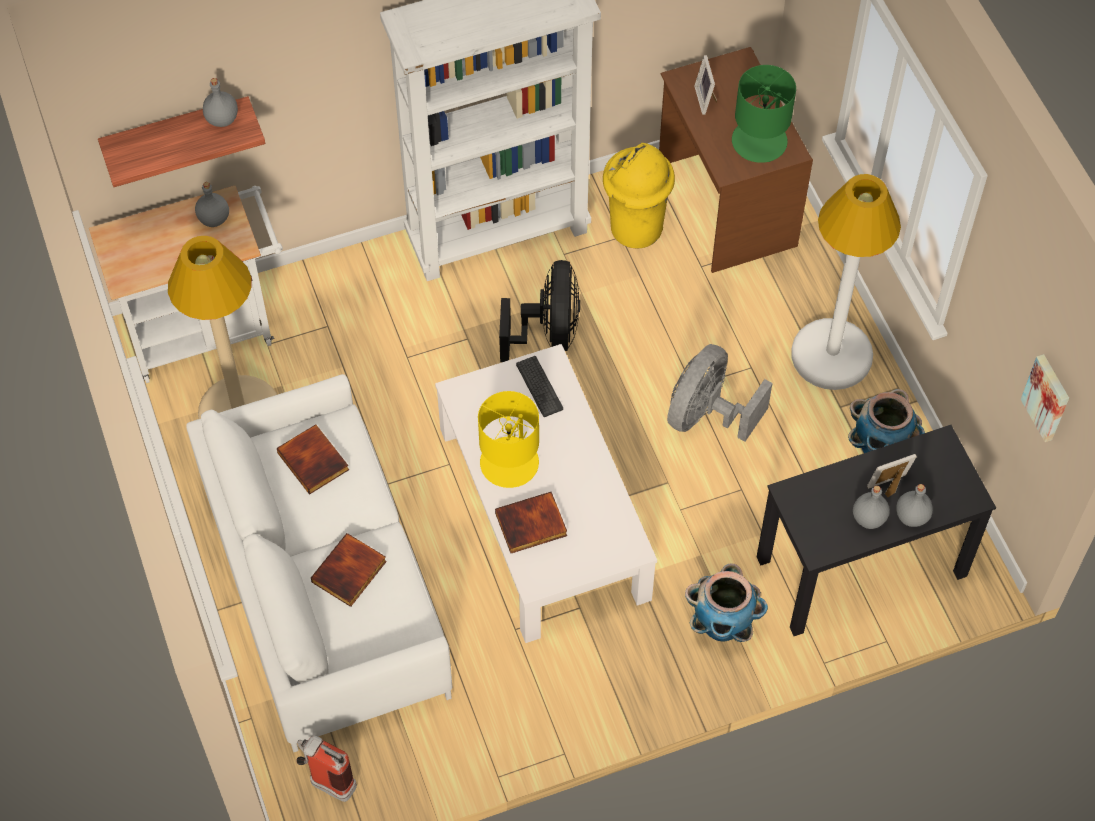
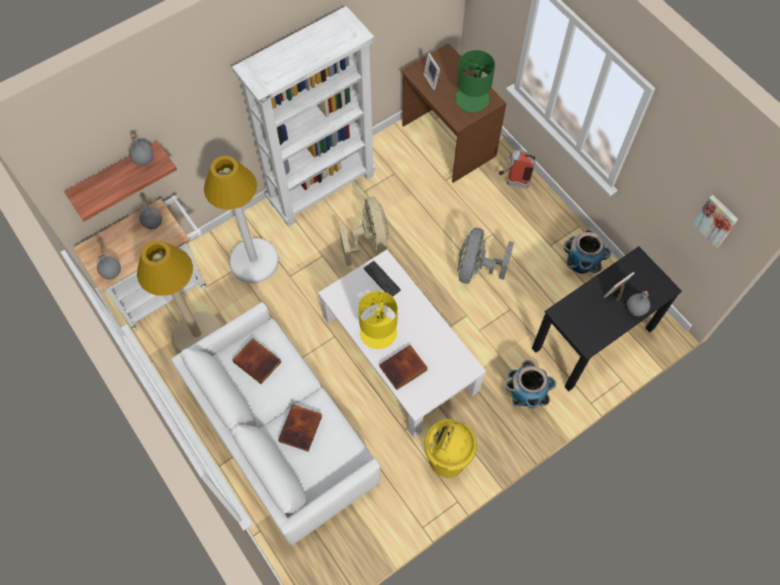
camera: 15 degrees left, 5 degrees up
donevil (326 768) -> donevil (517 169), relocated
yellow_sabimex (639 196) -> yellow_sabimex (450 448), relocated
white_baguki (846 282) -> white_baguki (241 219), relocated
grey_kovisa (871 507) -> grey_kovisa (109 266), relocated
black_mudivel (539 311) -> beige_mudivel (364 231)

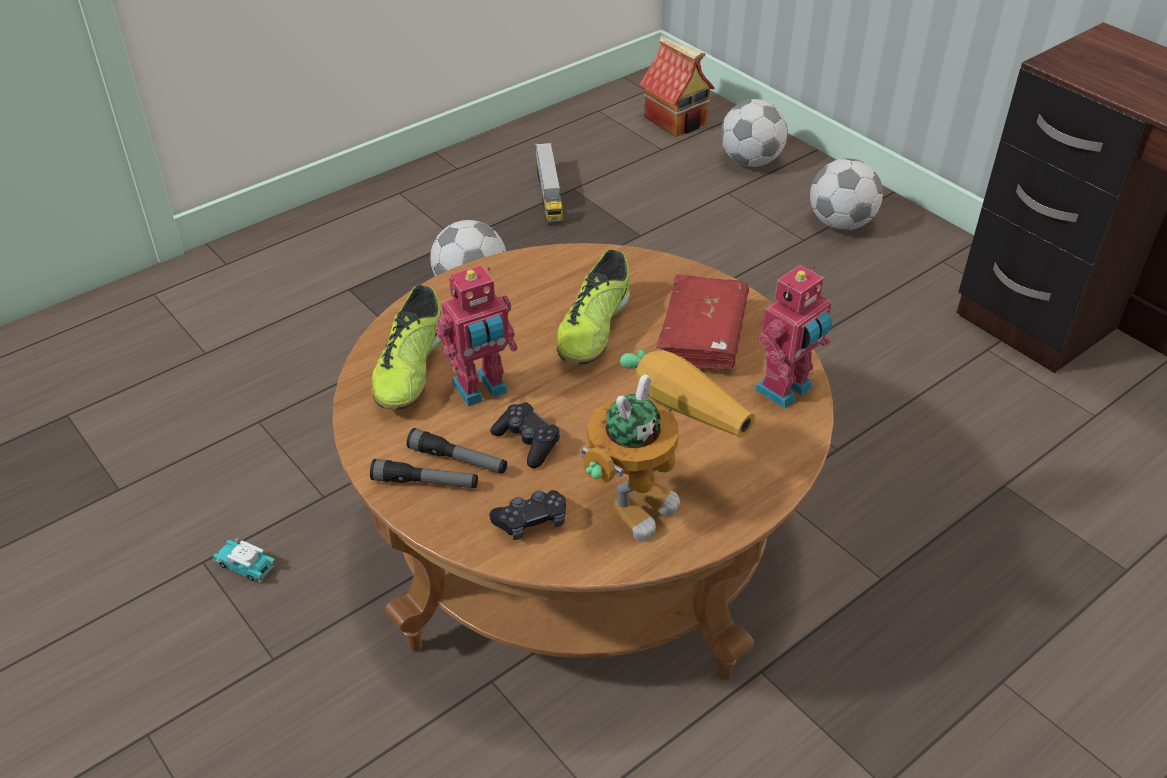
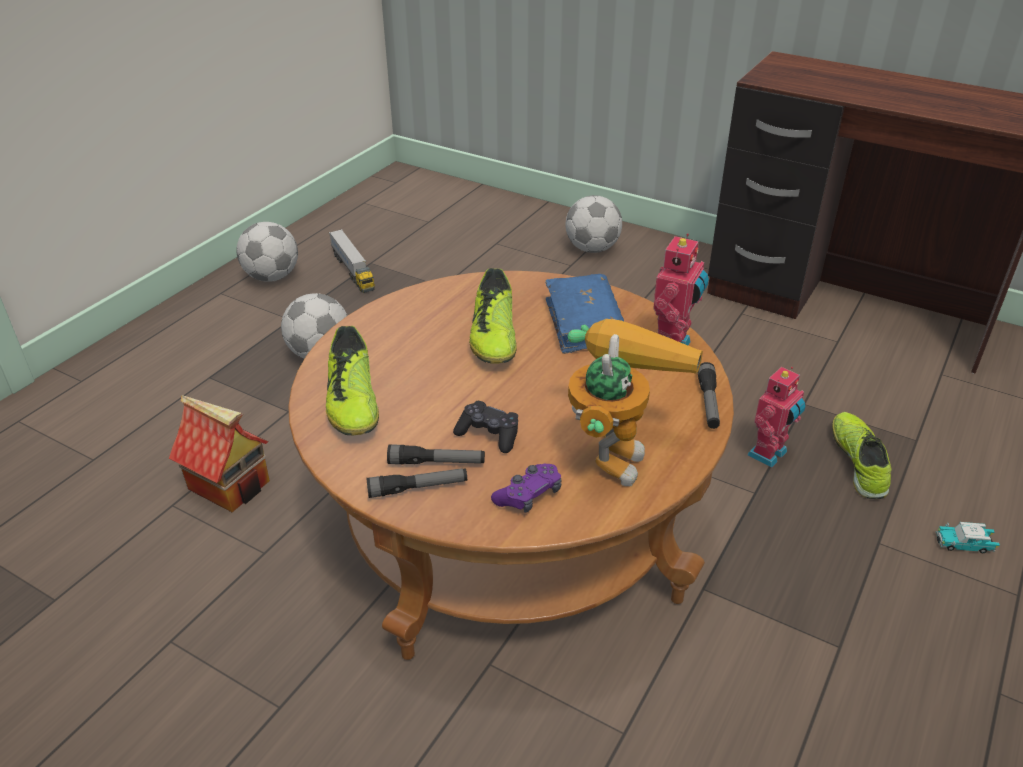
camera: 20 degrees left, 5 degrees down
none -> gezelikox (709 395)
none -> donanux (862 455)
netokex (244 560) -> netokex (968 537), relocated
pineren (477 335) -> pineren (776 417), relocated
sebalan (677 86) -> sebalan (219 453), relocated
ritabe (754 133) -> ritabe (267 252), relocated
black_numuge (527 515) -> purple_numuge (526 488)
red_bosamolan (702 322) -> blue_bosamolan (584 314)

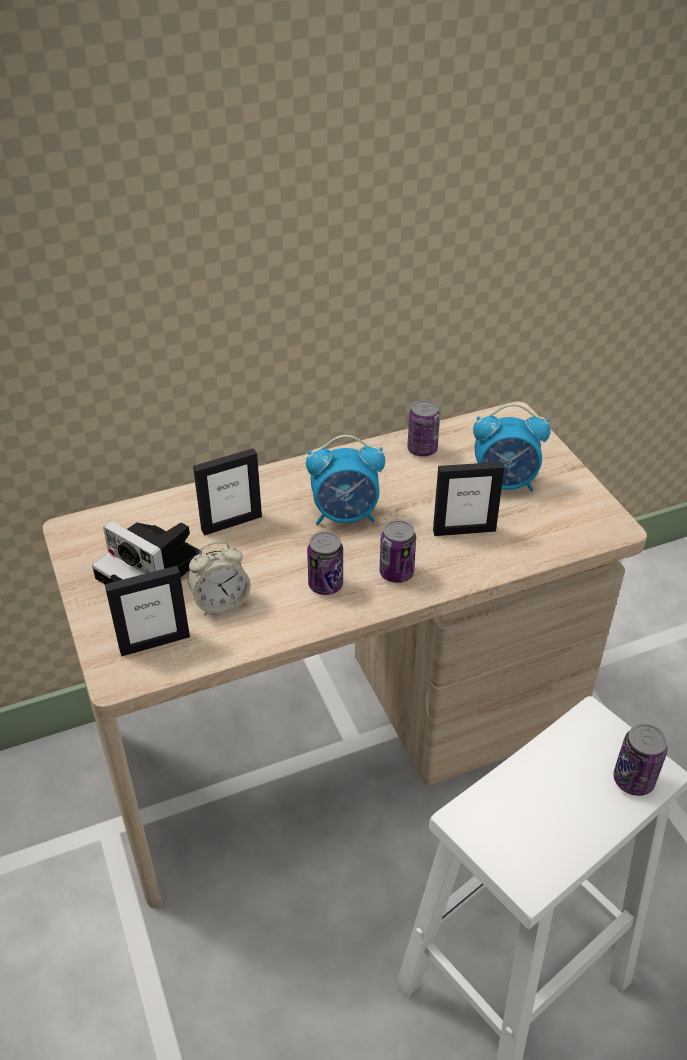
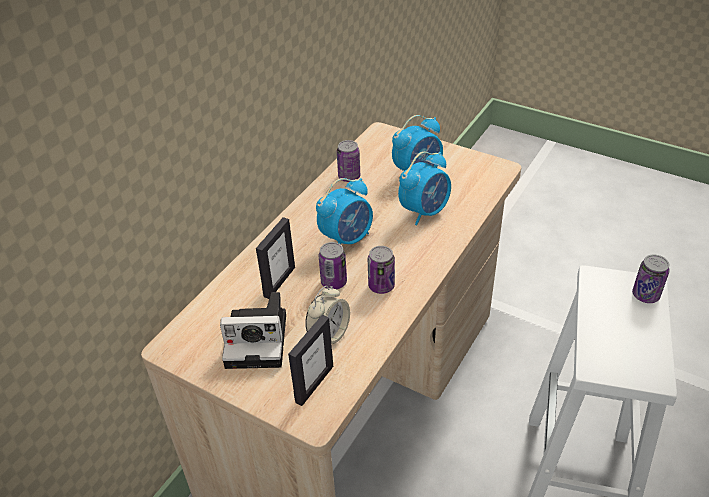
camera: 35 degrees left, 0 degrees up
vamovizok (397 551) -> vamovizok (333 266), relocated
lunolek (468 499) -> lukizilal (424 188)

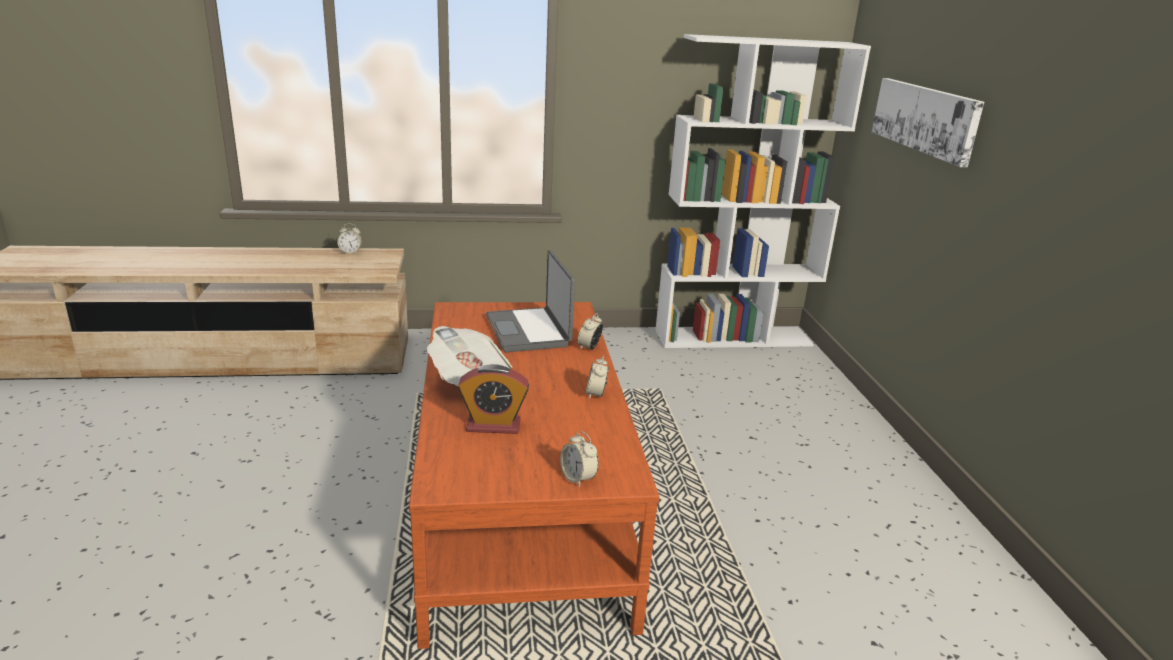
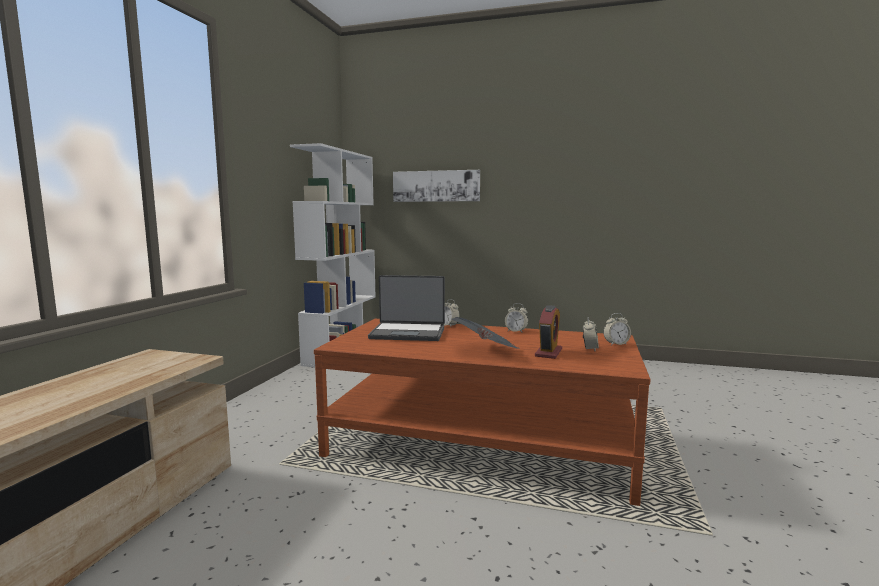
camera: 65 degrees left, 15 degrees down
lukizilal (349 239) -> lukizilal (591 334), relocated

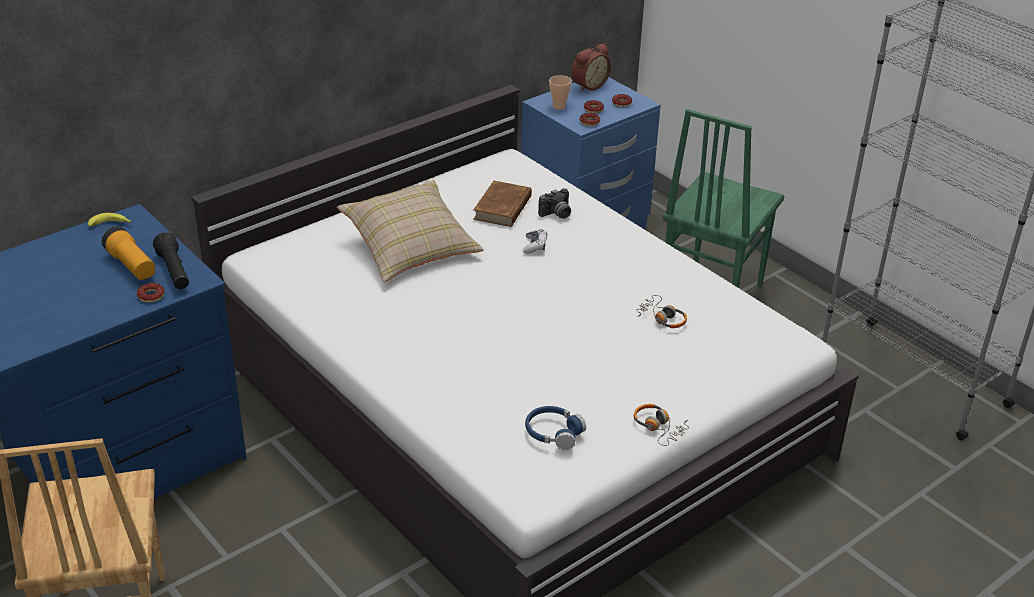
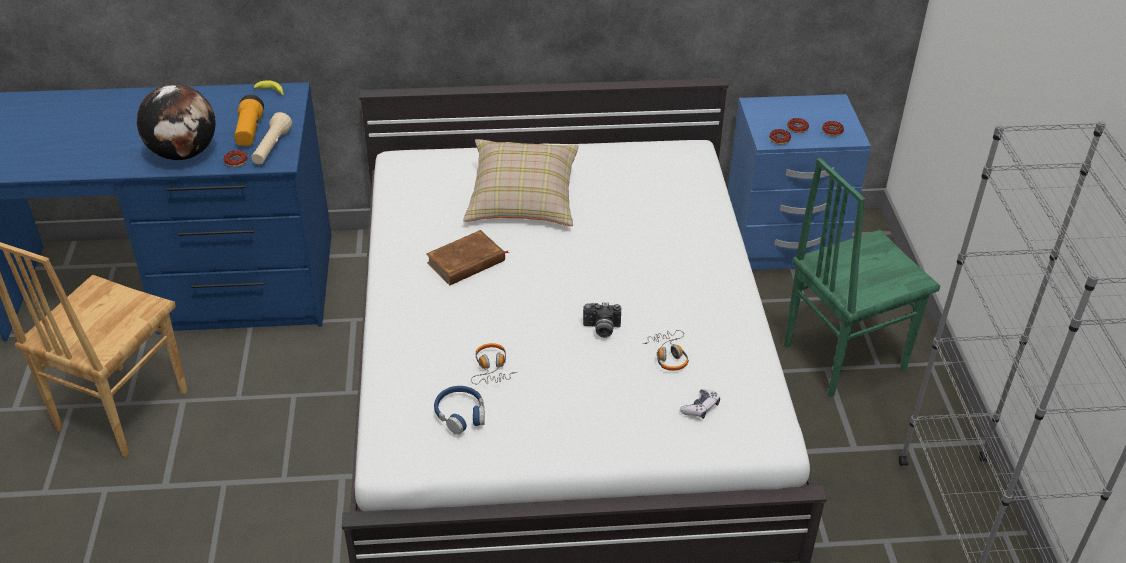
camera: 35 degrees right, 5 degrees up
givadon (560 92) -> none
lukizilal (591 68) -> none
none -> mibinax (176 122)
brown_bosamolan (502 204) -> brown_bosamolan (467 257), relocated
numuge (535 241) -> numuge (700 404), relocated
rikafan (554 203) -> rikafan (602 320), relocated
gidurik (661 425) -> gidurik (494 363), relocated
black_gezelikox (171 260) -> beige_gezelikox (271 138)

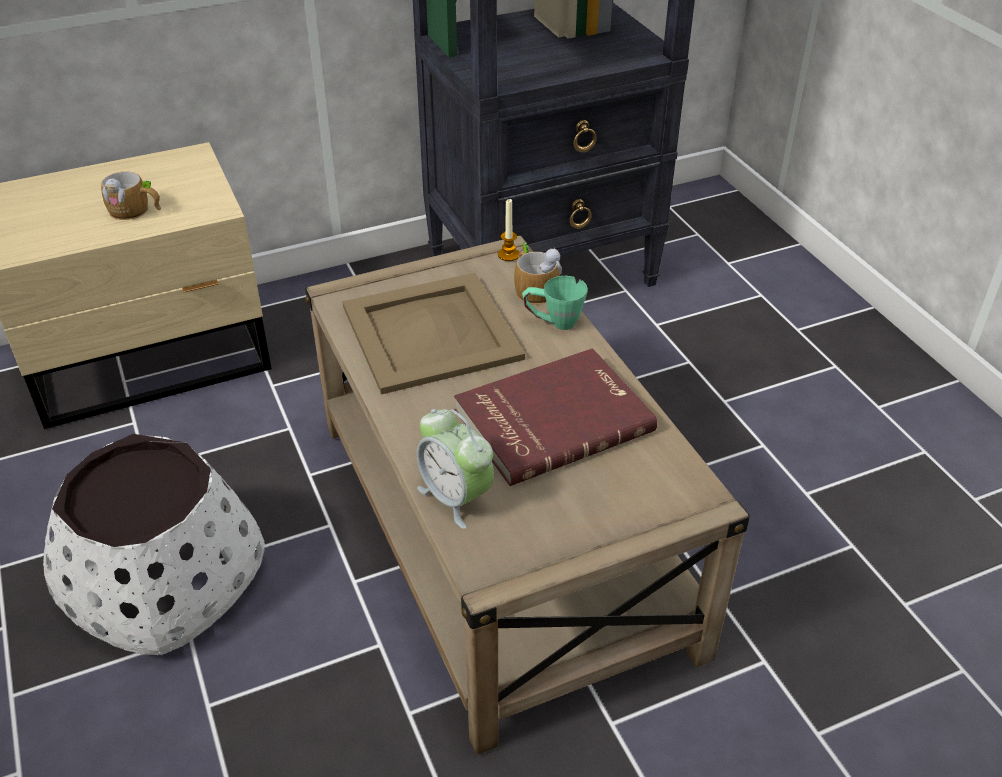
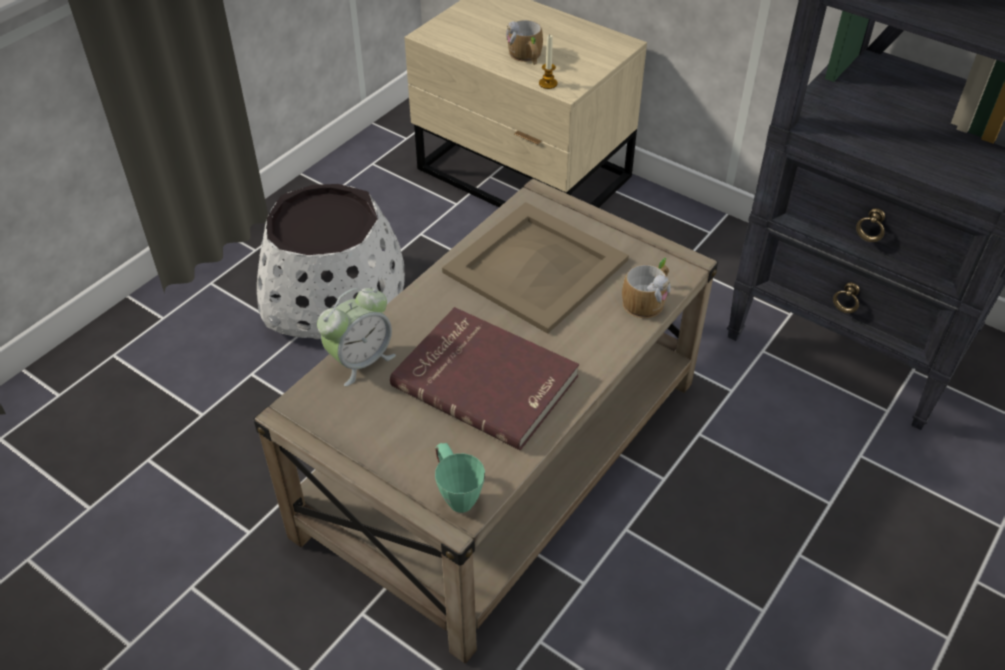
camera: 60 degrees right, 5 degrees up
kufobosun (509 230) -> kufobosun (548 62), relocated
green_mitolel (555 303) -> green_mitolel (460 478), relocated
lukizilal (455 469) -> lukizilal (356 337), 150 degrees counterclockwise

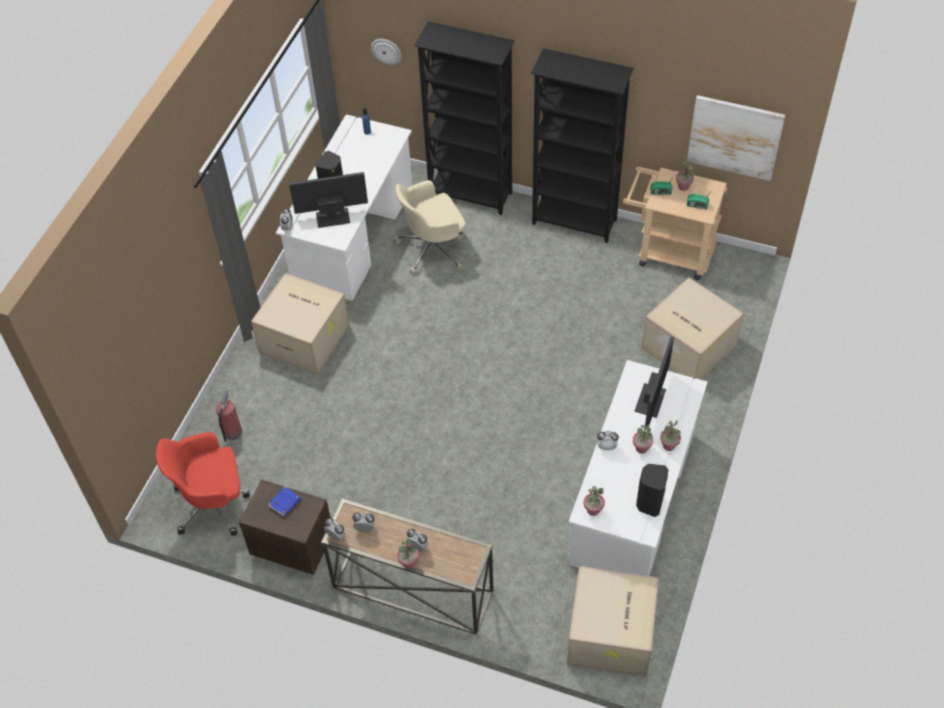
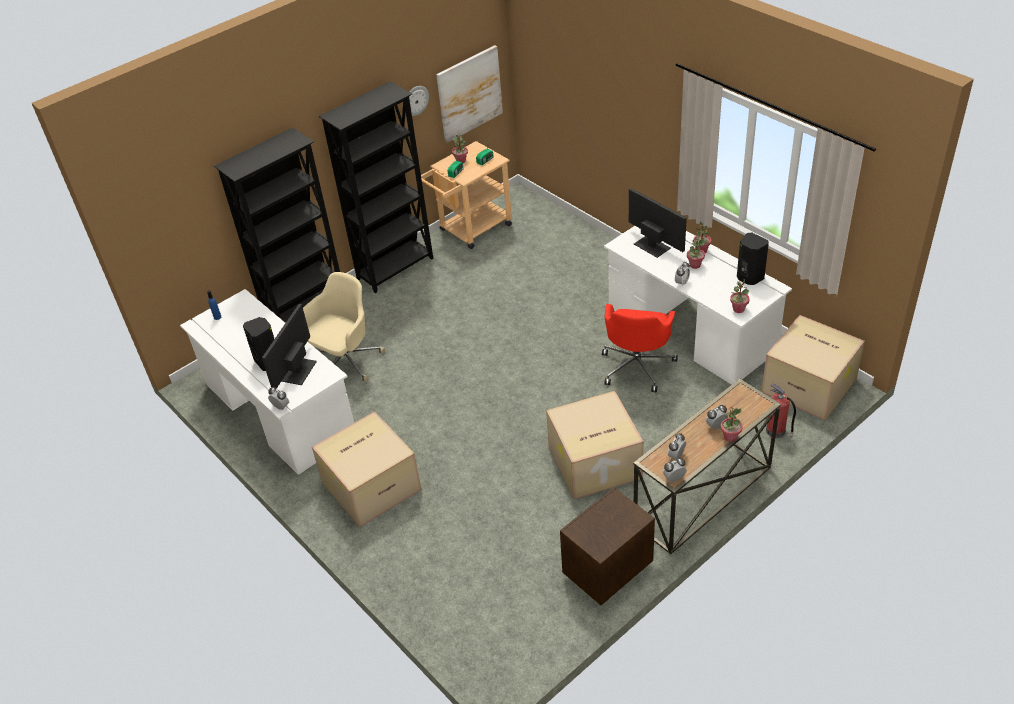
camera: 60 degrees left, 10 degrees down
blue_bosamolan (284 502) -> none
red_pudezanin (203 484) -> red_pudezanin (640 348), relocated
donevil (229 418) -> donevil (781 410), relocated
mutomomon (386 52) -> mutomomon (419 101), relocated
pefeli (692 329) -> pefeli (595 445), relocated
beige_pudezanin (430 227) -> beige_pudezanin (344 327), 150 degrees counterclockwise

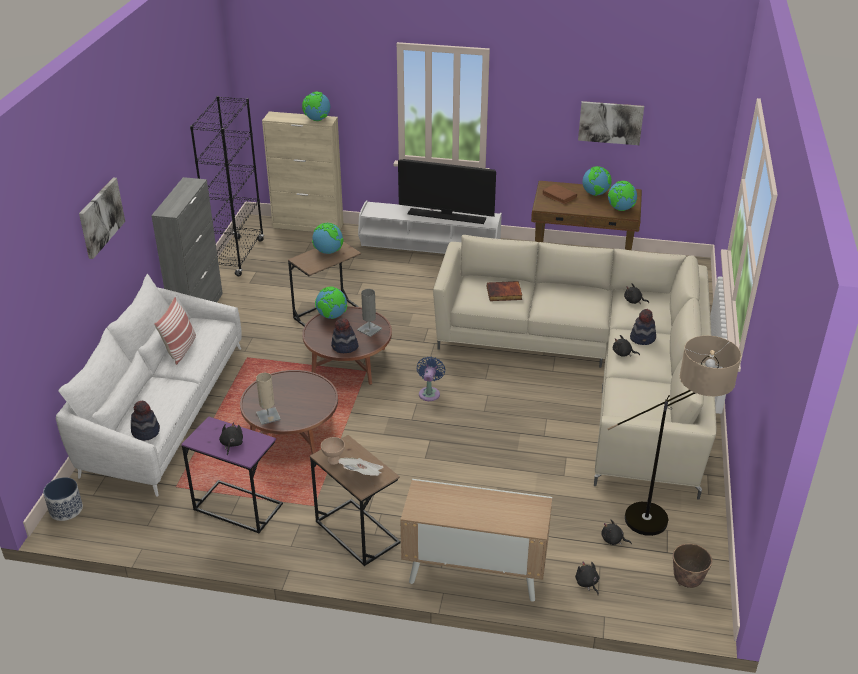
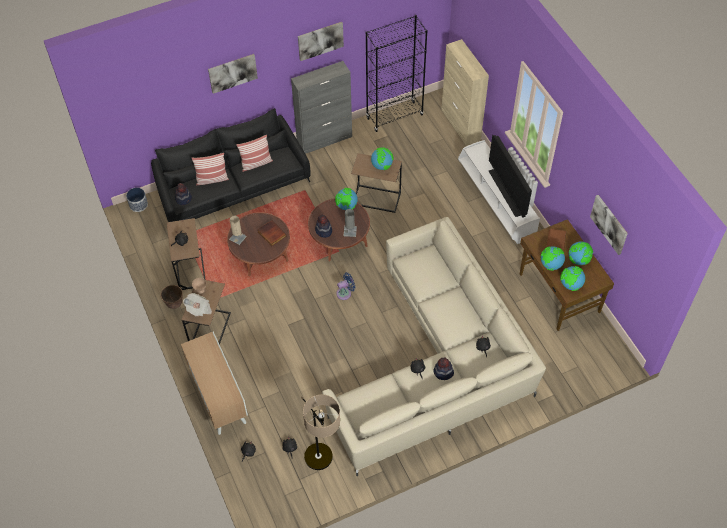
camera: 55 degrees right, 20 degrees up
none -> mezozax (210 169)
none -> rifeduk (321 41)
mibinax (316 106) -> mibinax (553 258), relocated
bosamolan (504 291) -> bosamolan (272 233), relocated
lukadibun (692 566) -> lukadibun (172 297), relocated
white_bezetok (149 385) -> black_bezetok (231 165)
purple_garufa (232 474) -> brown_garufa (186 254)

